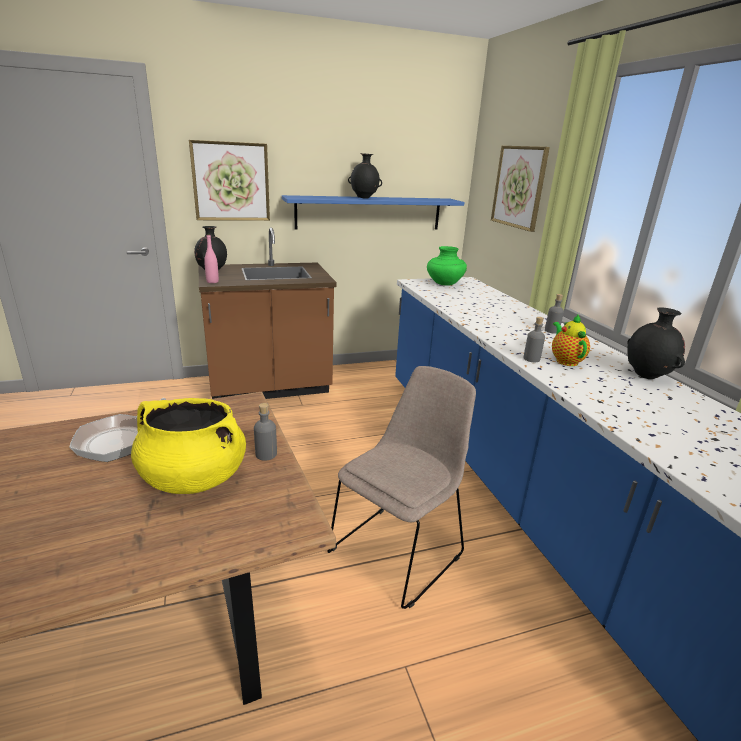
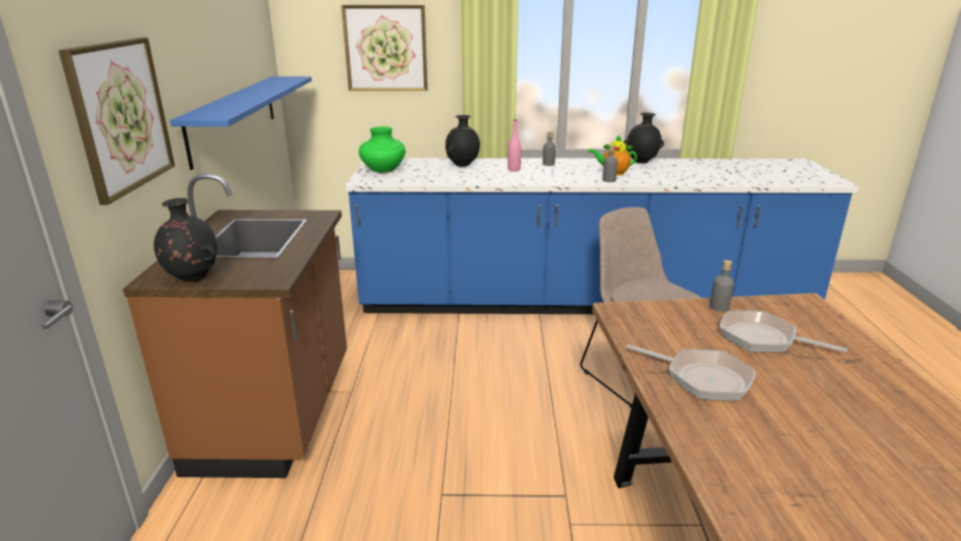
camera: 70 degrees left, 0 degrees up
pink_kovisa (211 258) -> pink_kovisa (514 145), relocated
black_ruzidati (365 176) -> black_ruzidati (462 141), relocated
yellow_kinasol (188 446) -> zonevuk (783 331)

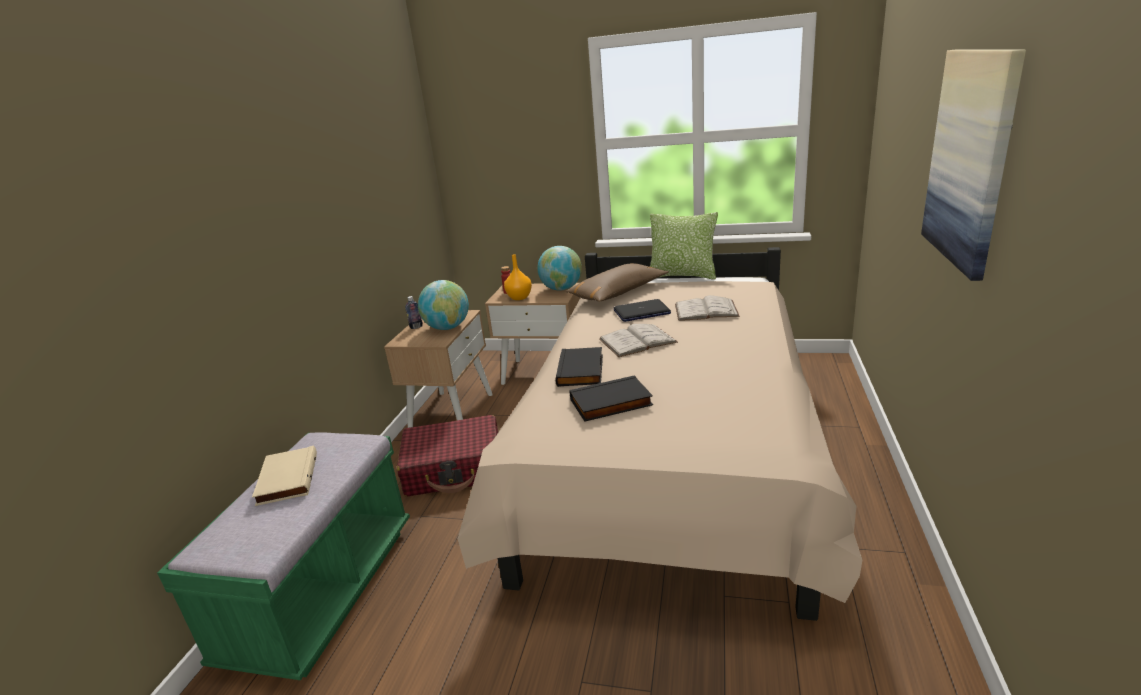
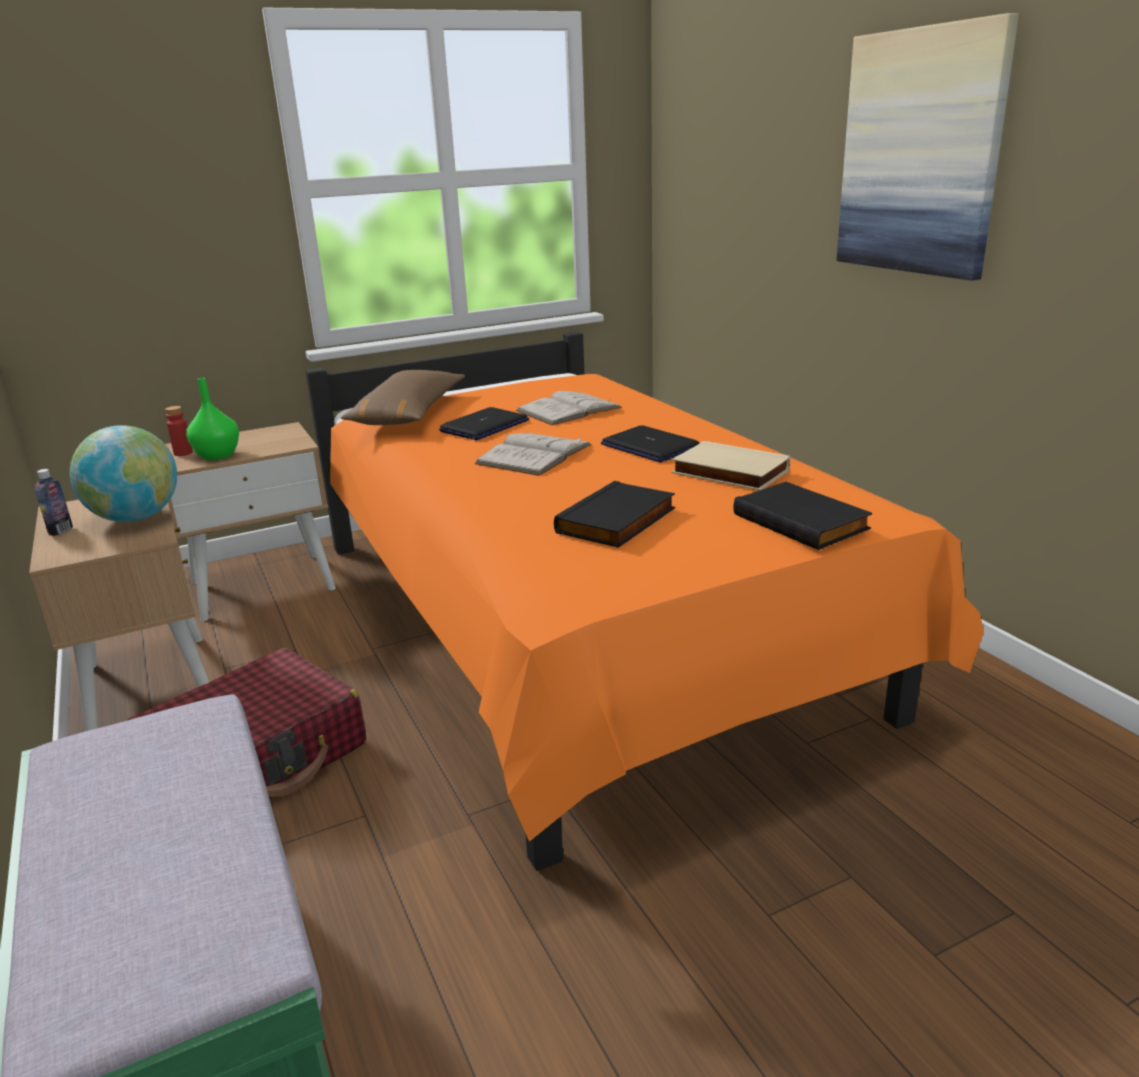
camera: 40 degrees left, 0 degrees up
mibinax (559 268) -> none
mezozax (684 246) -> none
none -> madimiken (650 444)
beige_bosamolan (284 475) -> beige_bosamolan (730 465), relocated
black_bosamolan (579 367) -> black_bosamolan (802 516), relocated
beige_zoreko (660 434) -> orange_zoreko (644 601)
orange_ruzidati (518 277) -> green_ruzidati (212 419)

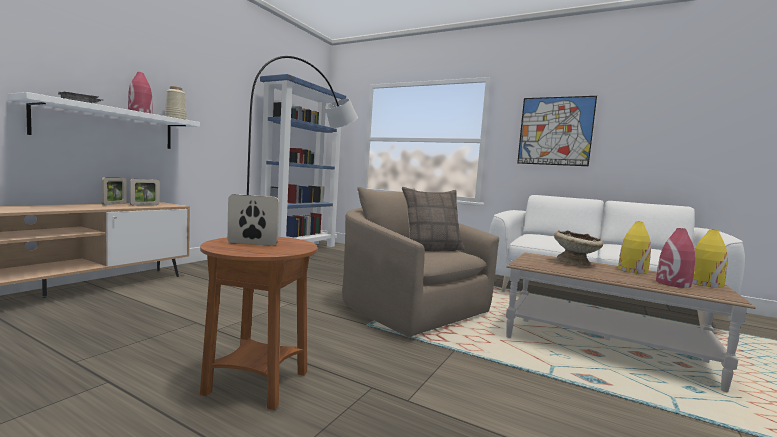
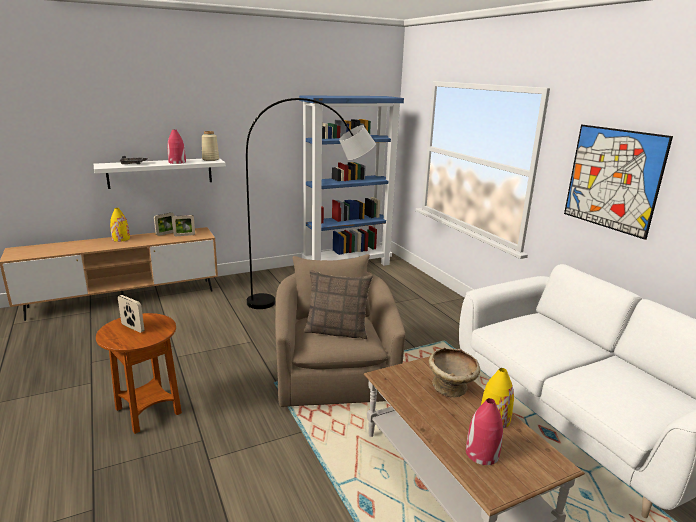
camera: 35 degrees right, 15 degrees up
yellow_ruzidati (710 258) -> yellow_ruzidati (120 225), relocated

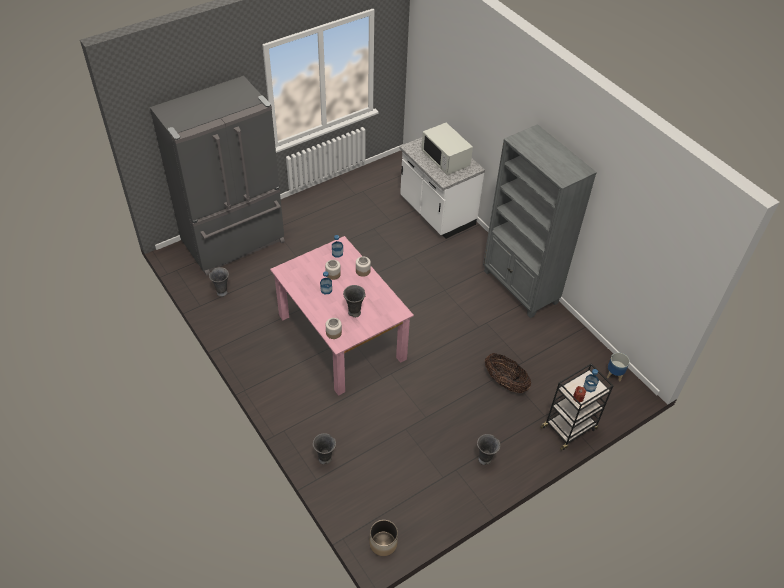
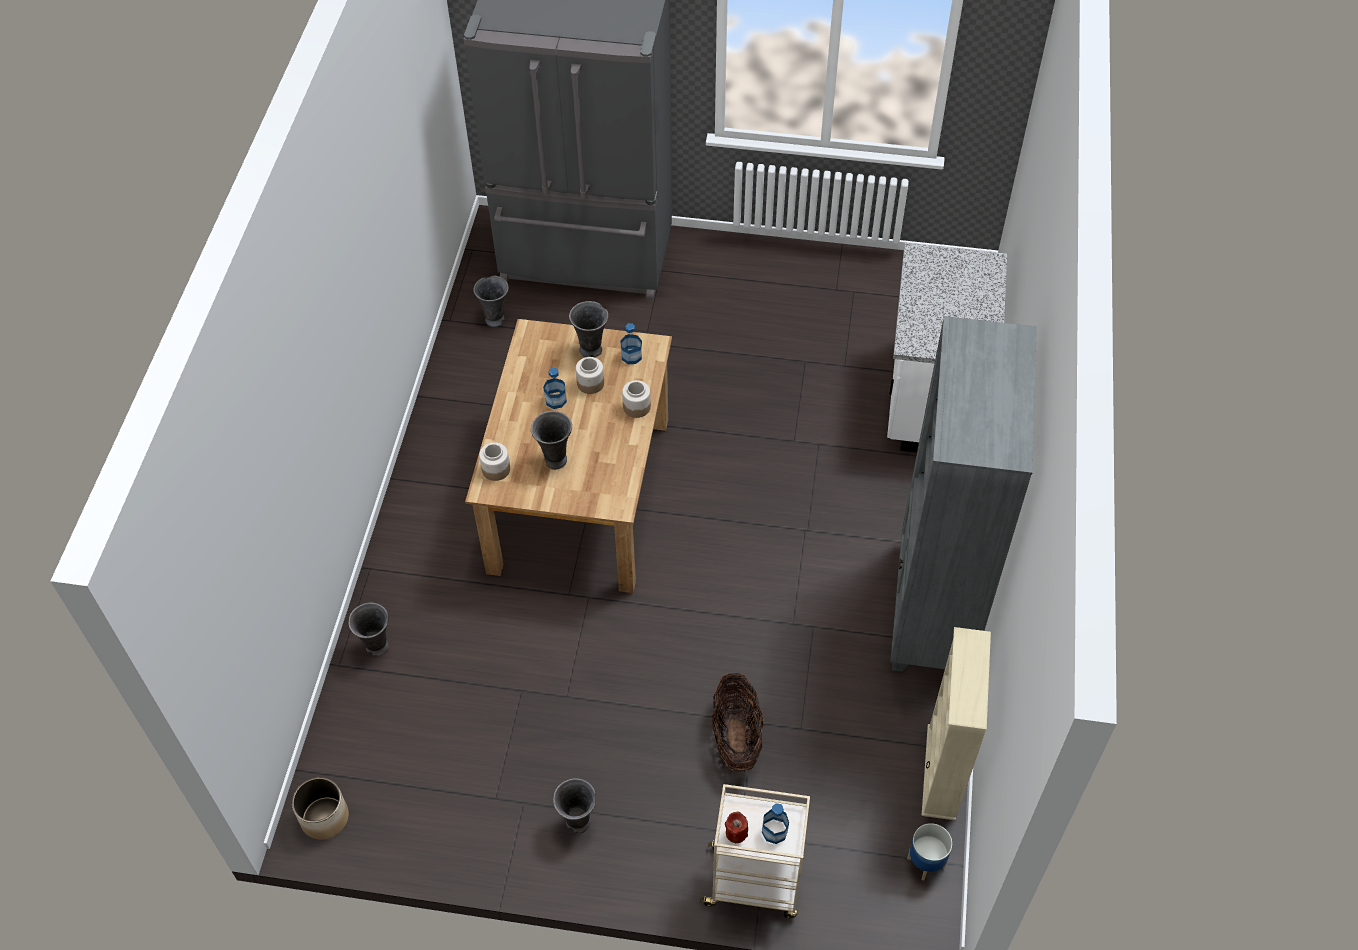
camera: 45 degrees right, 5 degrees up
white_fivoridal (447 149) -> none
none -> grey_ruzidati (588 329)
none -> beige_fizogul (956 724)
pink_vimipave (342 316) -> brown_vimipave (568 456)
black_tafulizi (576 407) -> beige_tafulizi (755 851)

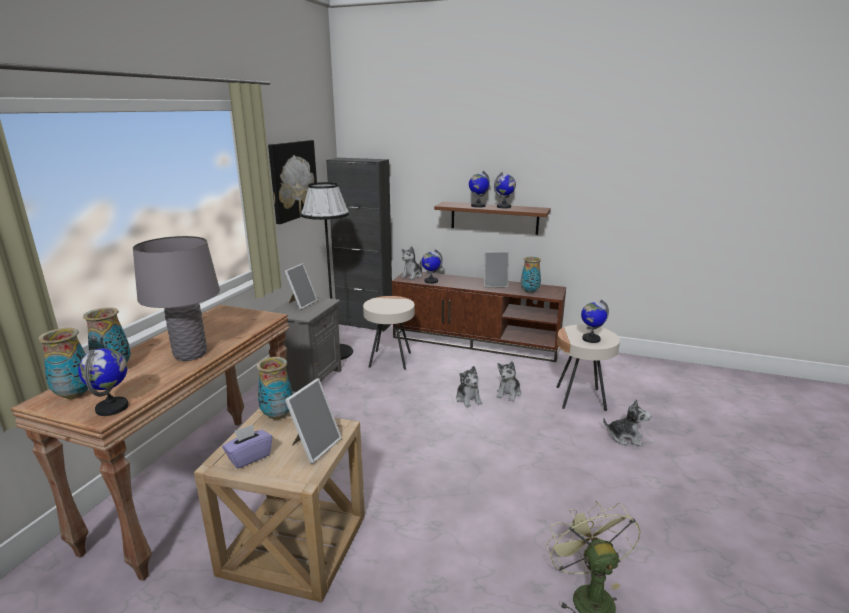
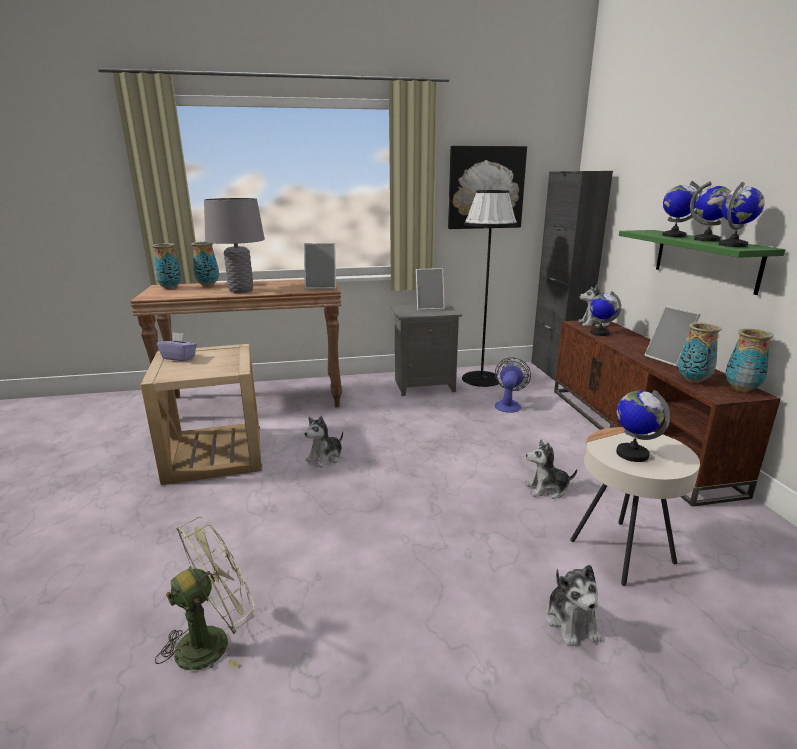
camera: 60 degrees right, 0 degrees up
mibinax (103 382) -> mibinax (742 214), relocated
ruzidati (275 388) -> ruzidati (749 360), relocated
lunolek (313 421) -> lunolek (320 266), relocated
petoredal (469 387) -> petoredal (323 442), relocated
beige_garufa (389 333) -> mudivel (513 385)
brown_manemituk (492 218) -> green_manemituk (702 262)

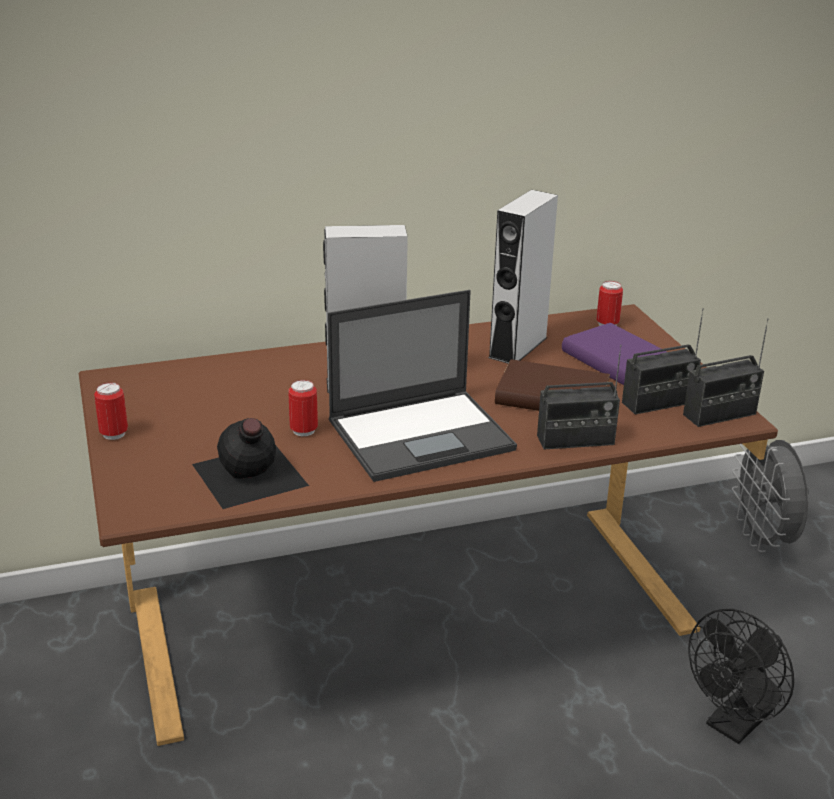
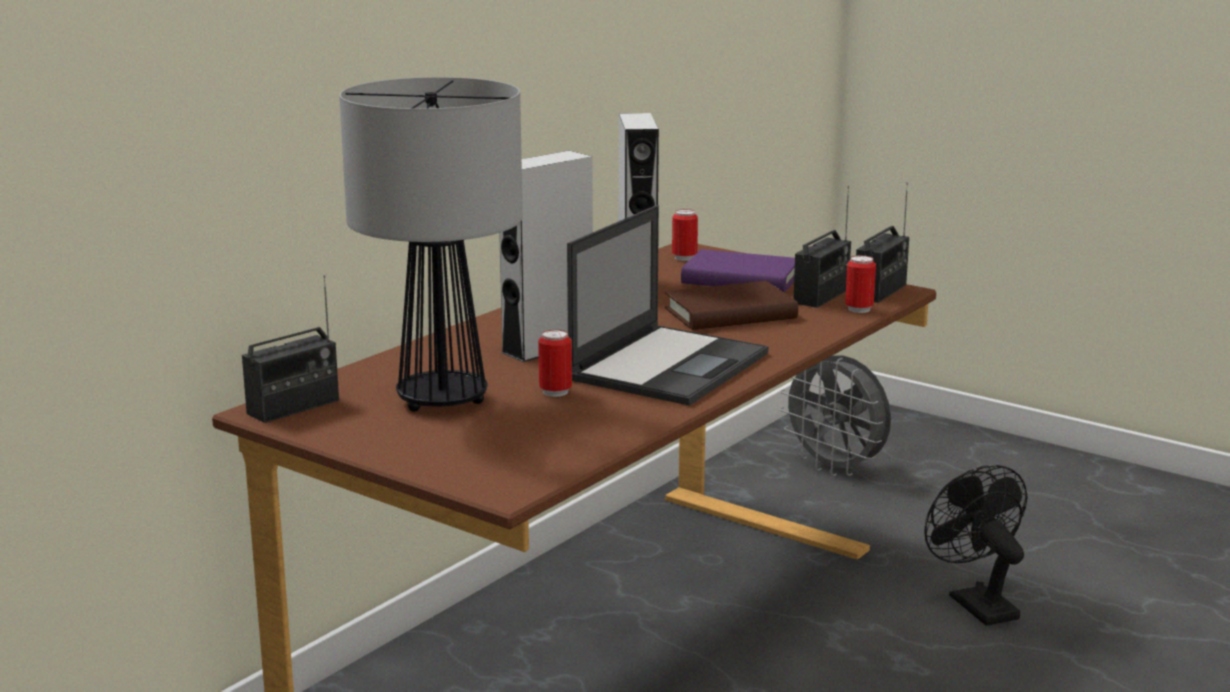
camera: 35 degrees left, 10 degrees down
black_kovisa (250 463) -> none
none -> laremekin (431 244)
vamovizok (111 411) -> vamovizok (860 284), relocated
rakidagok (579 396) -> rakidagok (290 349), relocated
black_mudivel (741 676) -> black_mudivel (976 545), 150 degrees clockwise

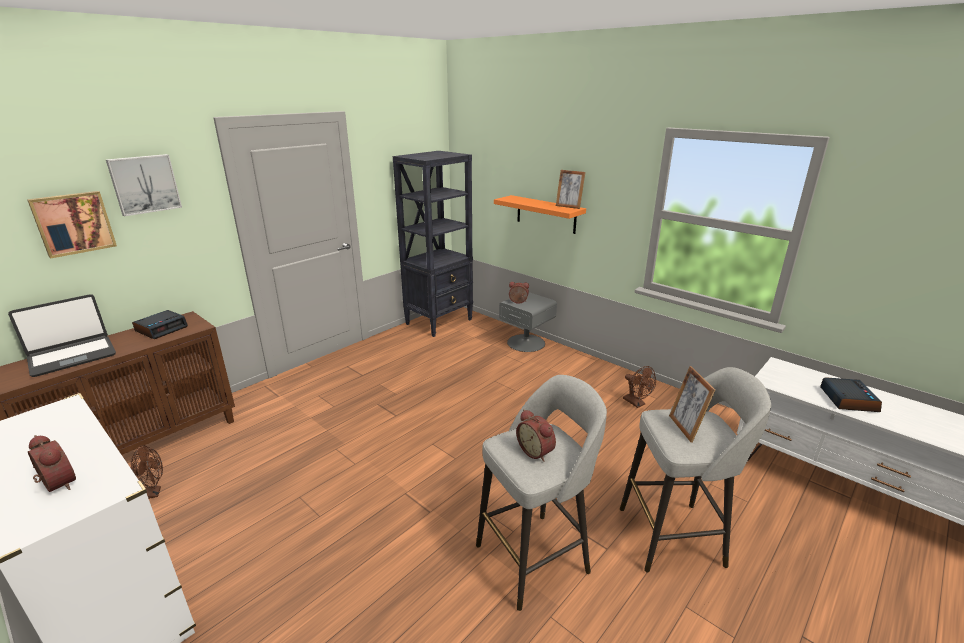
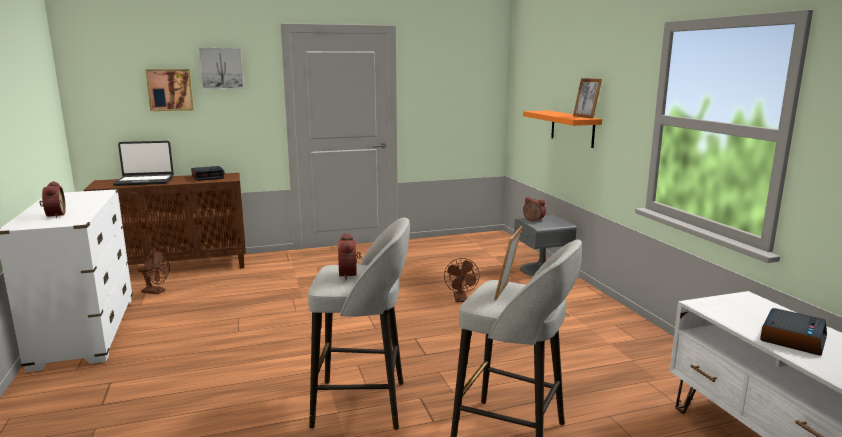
camera: 30 degrees right, 10 degrees down
black_fizogul (433 244) -> none
brown_mudivel (639 387) -> brown_mudivel (462 280), relocated

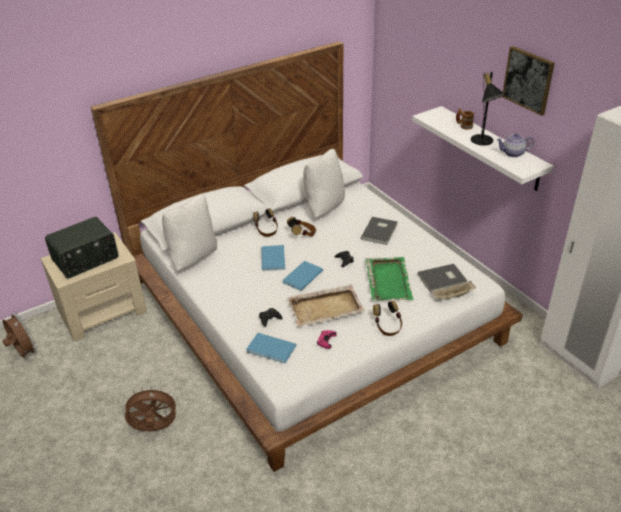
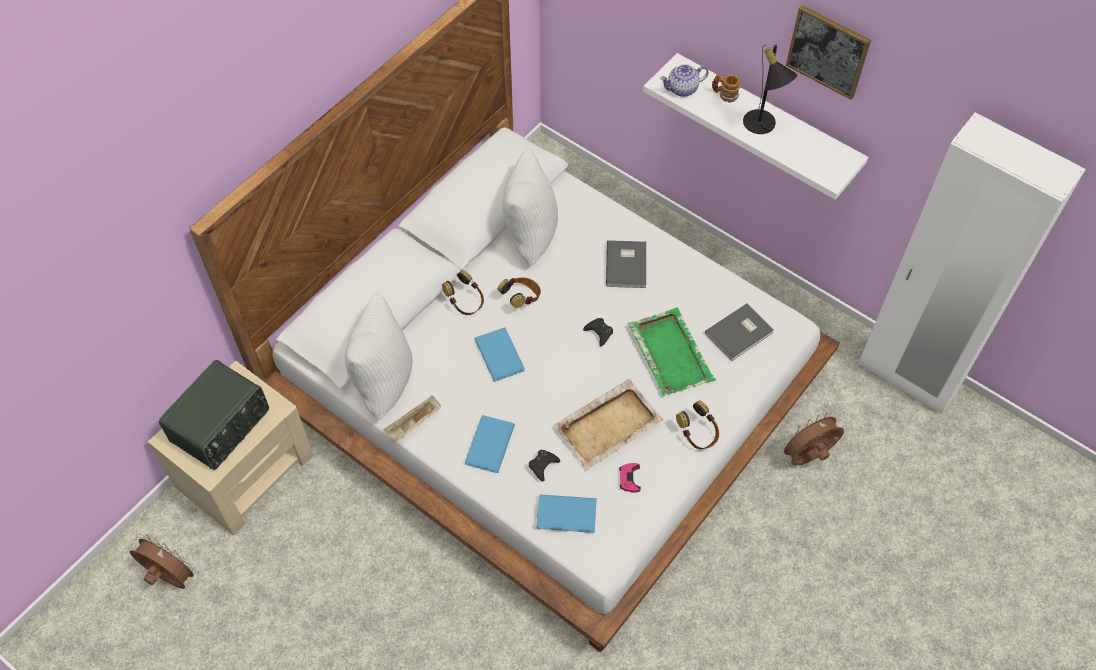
camera: 20 degrees left, 20 degrees up
brown_mudivel (150 408) -> brown_mudivel (811 439), relocated
blue_bosamolan (303 276) -> blue_bosamolan (490 444), relocated
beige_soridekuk (454 290) -> beige_soridekuk (412 419), relocated
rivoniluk (515 145) -> rivoniluk (684 80), relocated

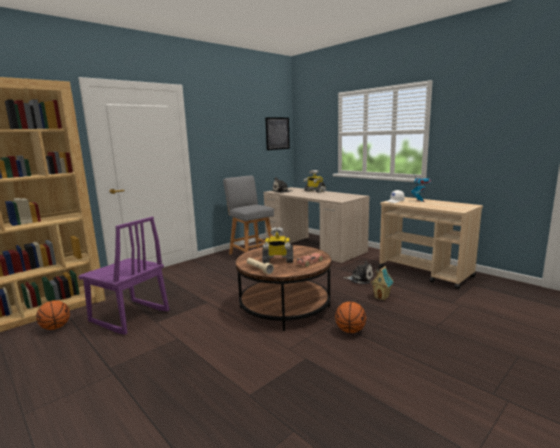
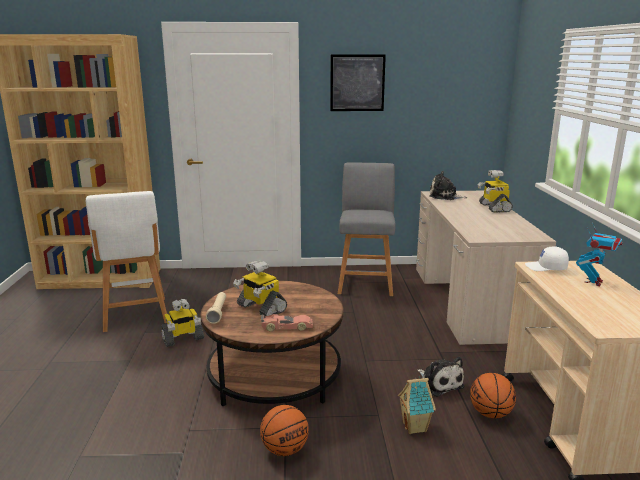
camera: 40 degrees right, 5 degrees up
none -> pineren (182 323)
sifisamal (53 315) -> sifisamal (493 395), relocated
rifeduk (277 133) -> rifeduk (358 83), relocated
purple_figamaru (123 276) -> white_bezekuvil (126 261)

